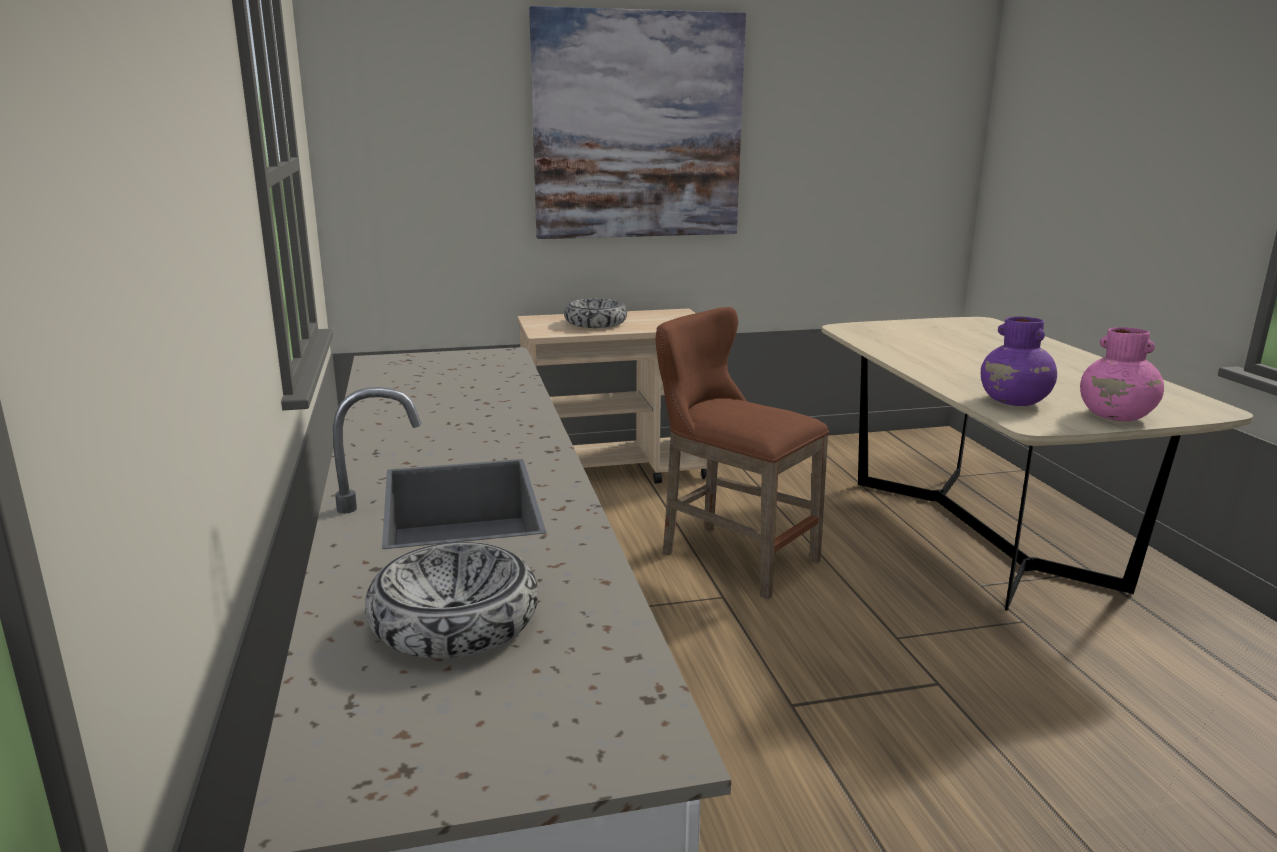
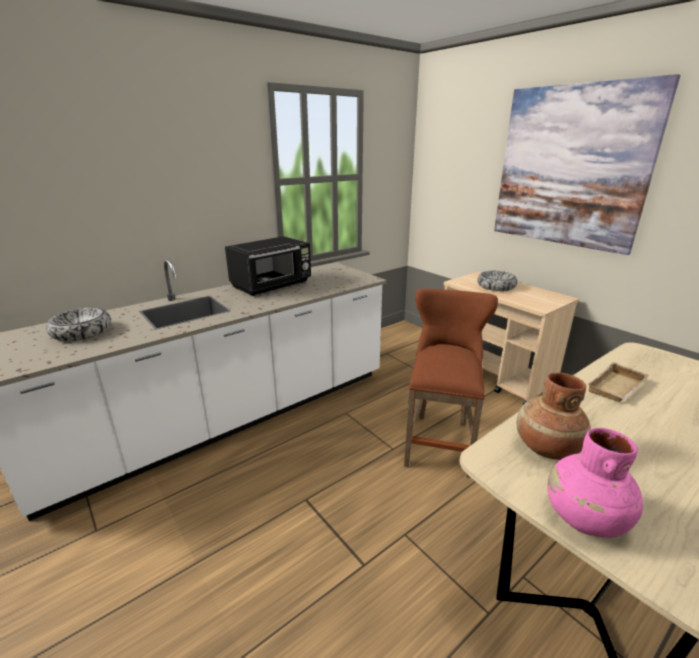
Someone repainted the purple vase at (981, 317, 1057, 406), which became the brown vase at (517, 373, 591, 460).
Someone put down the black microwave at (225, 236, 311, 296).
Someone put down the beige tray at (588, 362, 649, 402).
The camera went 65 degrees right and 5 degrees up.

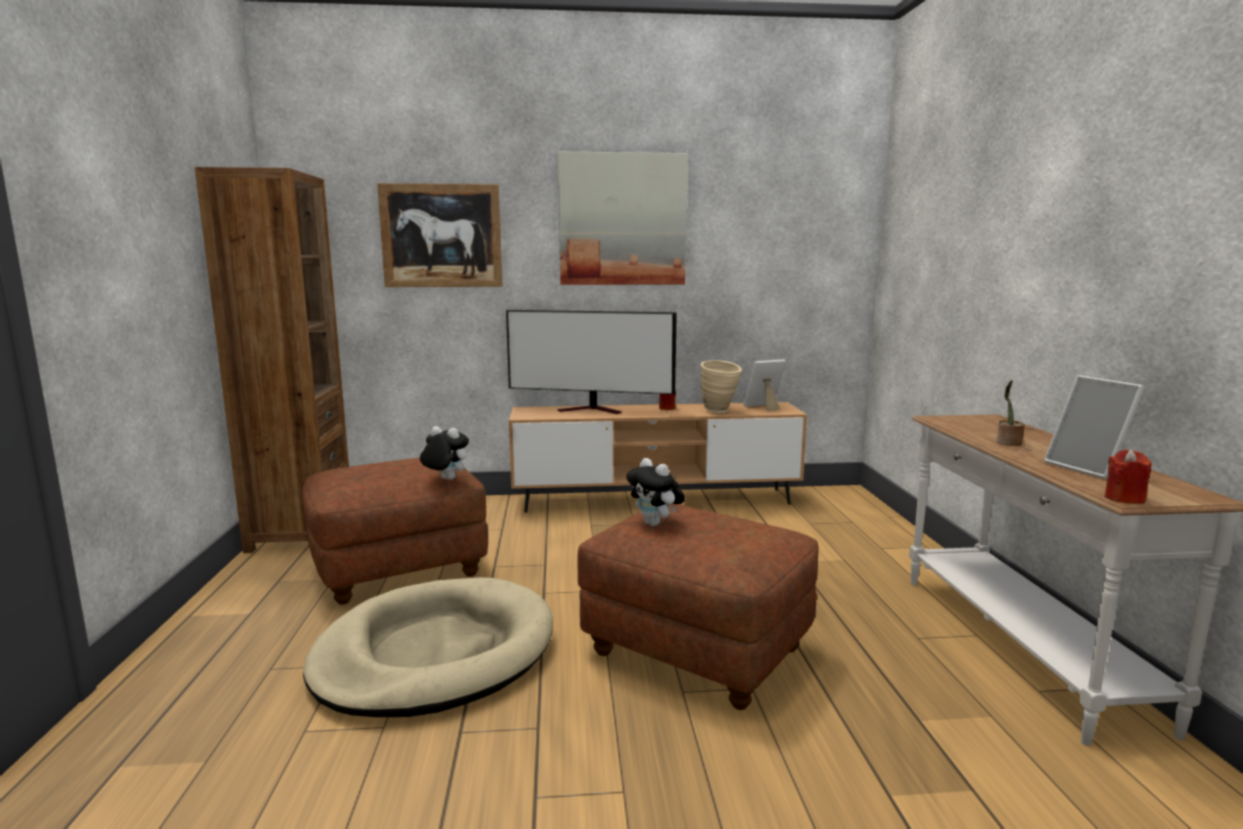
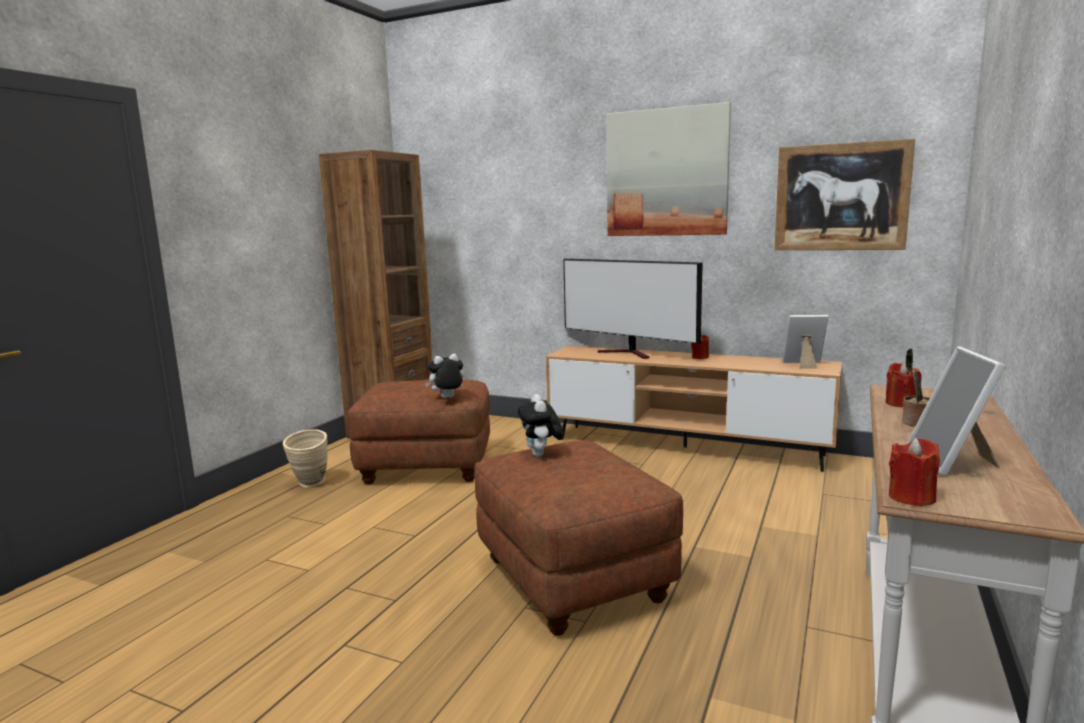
Someone took away the beige dog bed at (303, 577, 553, 717).
Someone carried the picture from (377, 183, 503, 287) to (774, 139, 915, 250).
Someone rotated the plush toy at (420, 426, 469, 480) by 75 degrees counterclockwise.
Someone carried the beige vase from (701, 360, 742, 413) to (283, 429, 328, 487).
Someone put down the red candle at (886, 362, 922, 407).
The camera went 30 degrees right and 0 degrees up.

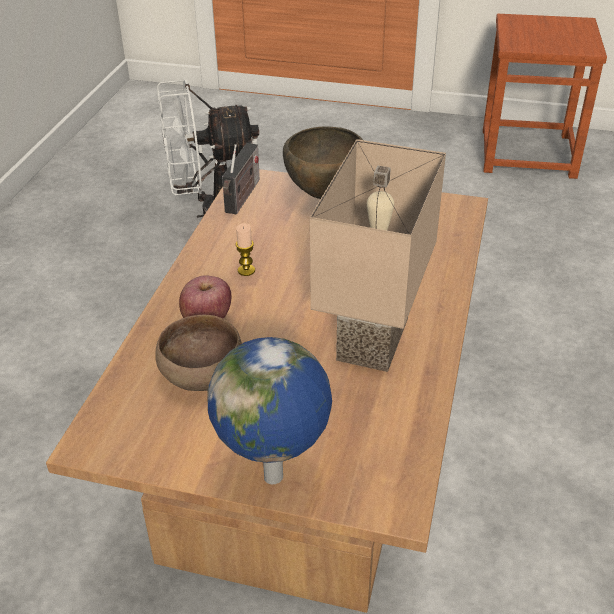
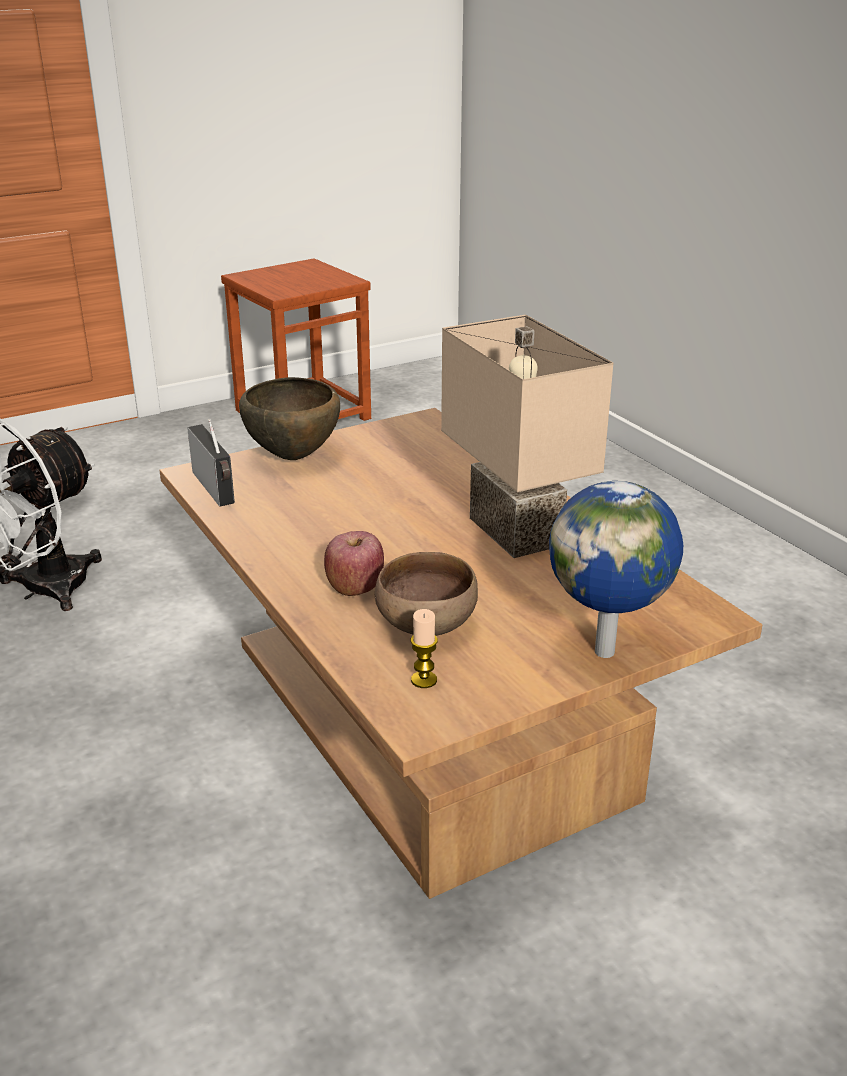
Someone carried the candle from (236, 223, 255, 276) to (411, 609, 438, 688).
The camera went 45 degrees left and 10 degrees down.

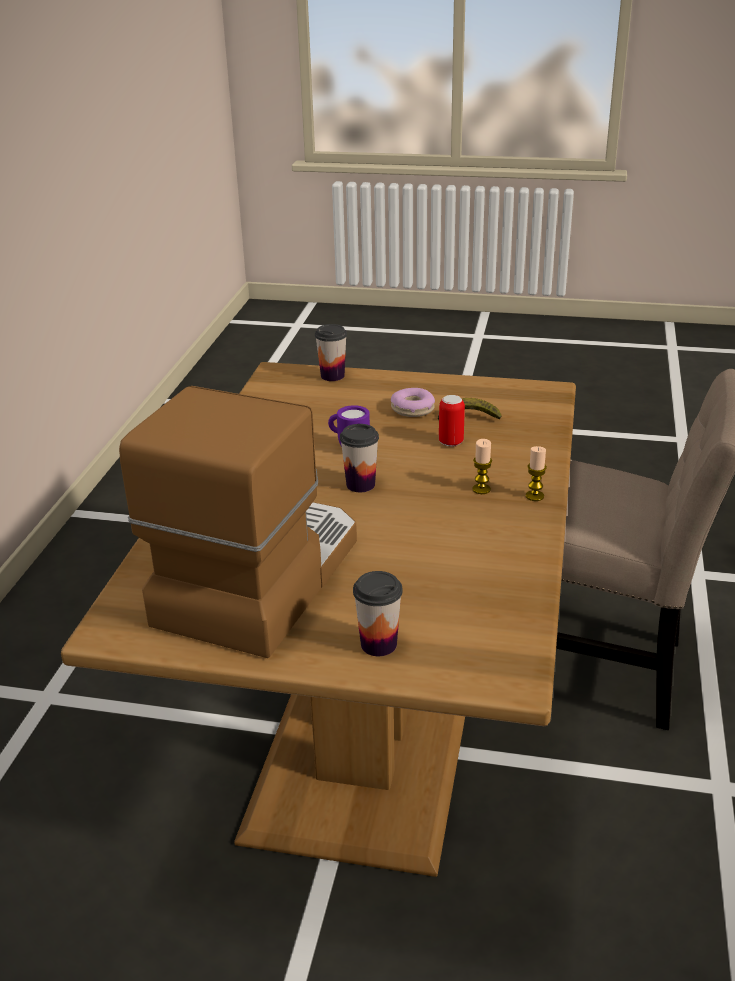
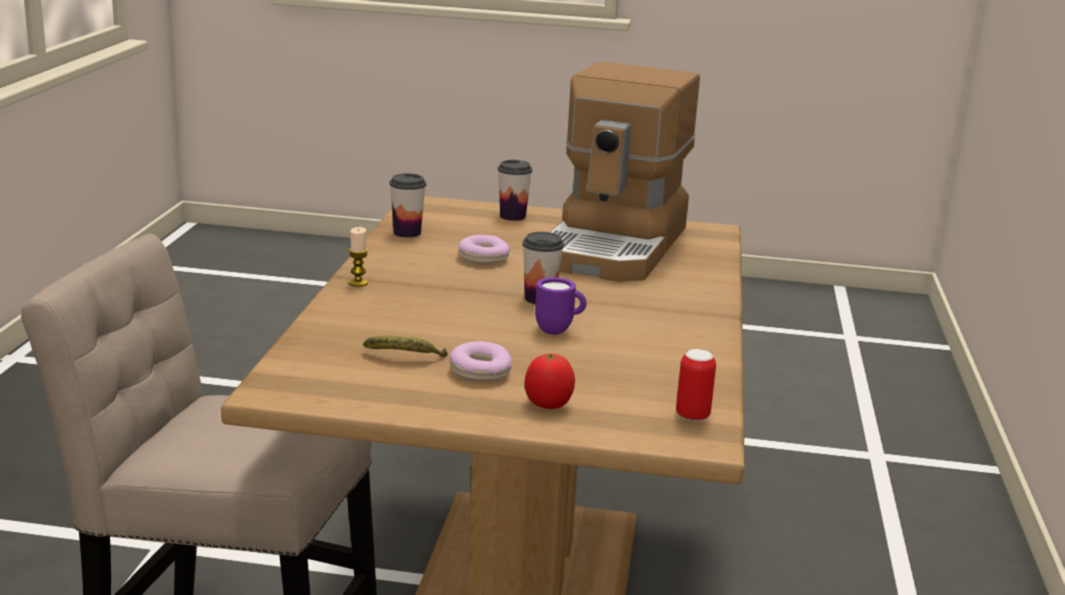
Someone carried the cup from (315, 324, 347, 381) to (389, 173, 426, 238).
Someone carried the can from (439, 395, 465, 447) to (676, 349, 716, 421).
Someone took away the candle at (472, 439, 492, 494).
Someone put down the donut at (459, 235, 510, 264).
Someone put down the tomato at (524, 354, 575, 409).
The camera went 175 degrees right and 10 degrees down.

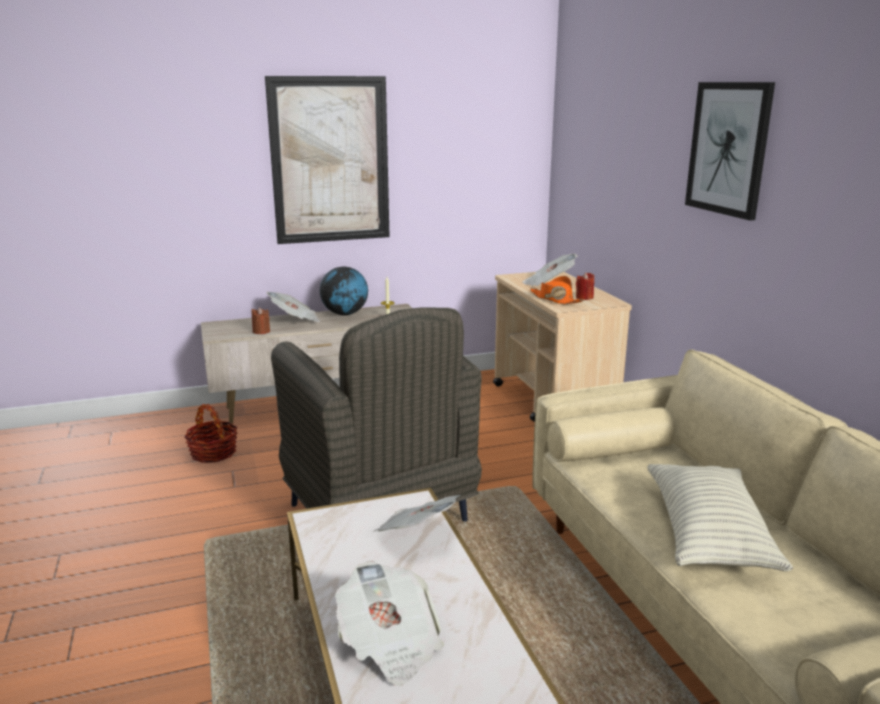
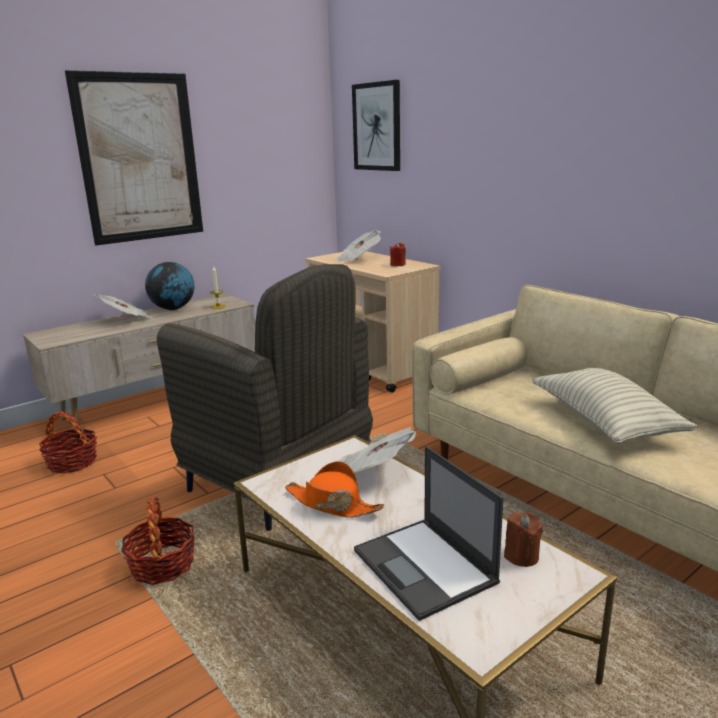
Someone carried the brown candle from (251, 308, 270, 334) to (504, 512, 543, 567).
Someone swapped the newspaper at (335, 561, 444, 686) for the laptop at (354, 446, 504, 621).
Someone carried the orange hat from (530, 276, 585, 305) to (285, 461, 384, 518).
Someone carried the picture from (685, 82, 775, 220) to (352, 80, 400, 171).
Someone put down the basket at (121, 497, 195, 585).
The camera went 20 degrees left and 0 degrees up.

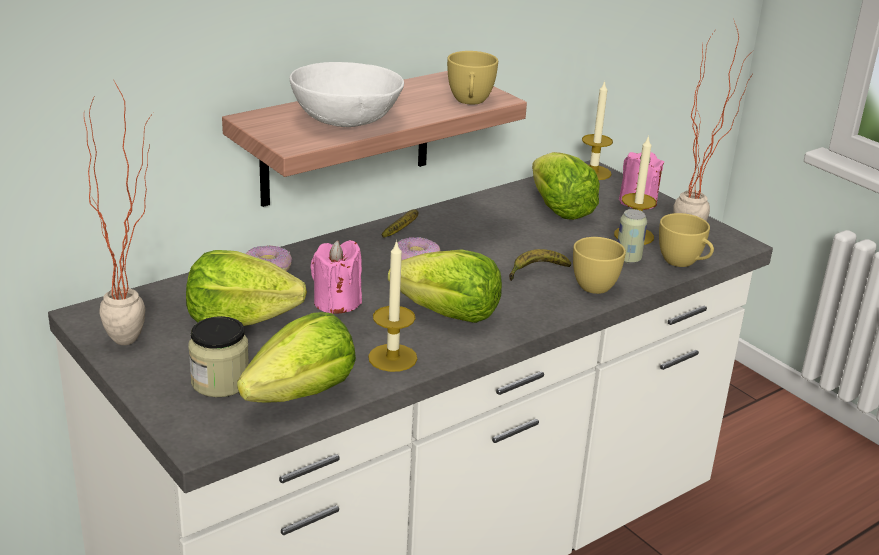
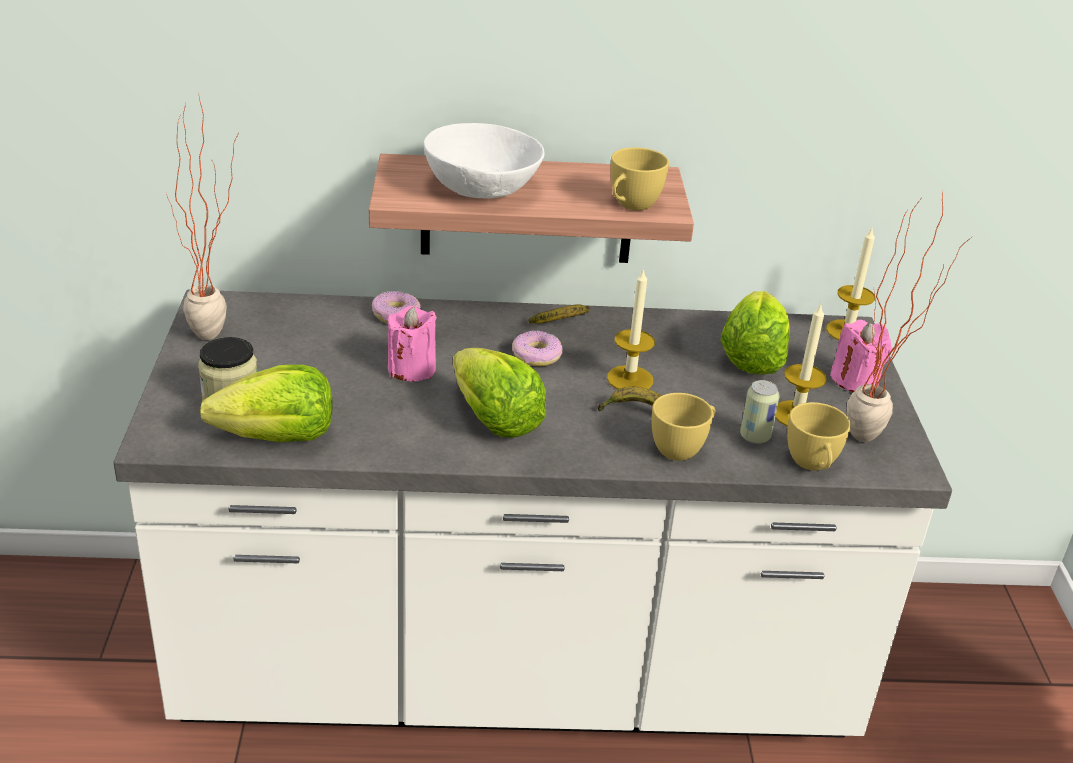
Someone took away the lettuce at (186, 250, 307, 326).
Someone carried the candle from (368, 240, 417, 372) to (607, 268, 655, 389).
The camera went 35 degrees right and 5 degrees up.

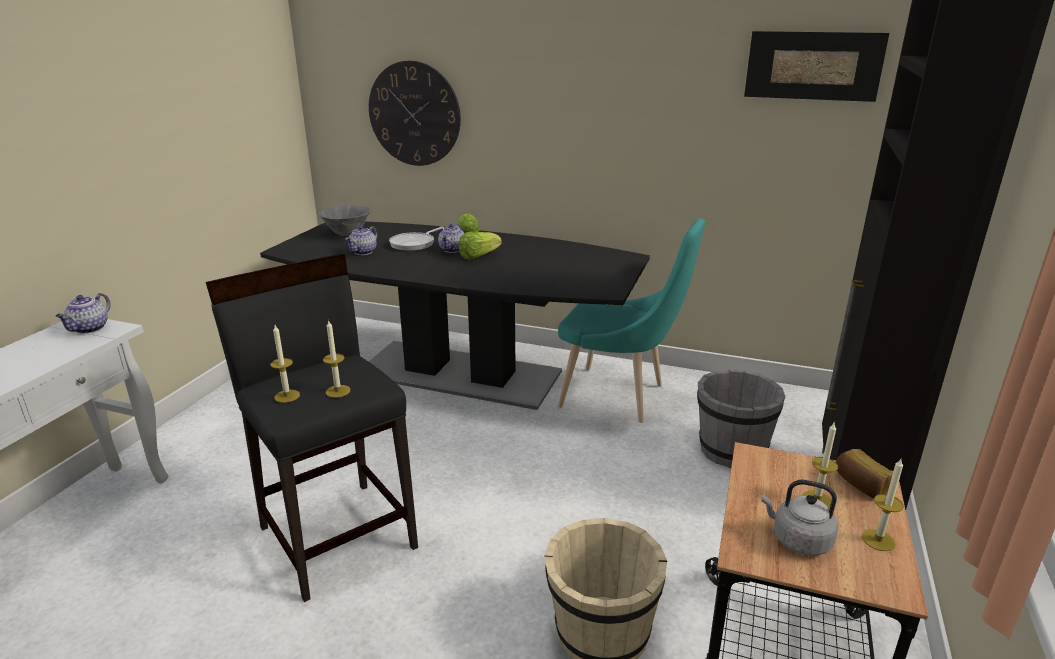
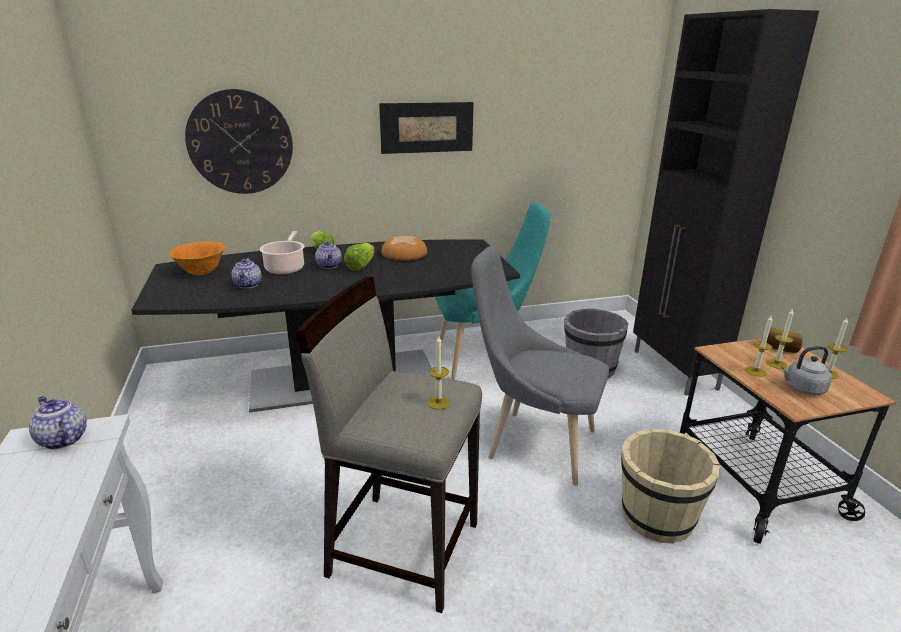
Someone rotated the teapot at (56, 293, 111, 333) by 150 degrees clockwise.
Someone repainted the black stool at (206, 254, 418, 602), which became the beige stool at (295, 277, 482, 613).
Someone carried the candle from (271, 325, 300, 403) to (745, 316, 772, 377).
Someone repainted the grey bowl at (319, 205, 371, 236), which became the orange bowl at (169, 241, 225, 275).
Someone swapped the frying pan at (389, 227, 444, 251) for the cooking pot at (260, 231, 305, 274).
Someone carried the picture from (744, 31, 889, 102) to (379, 102, 473, 154).
Someone put down the bread at (381, 235, 427, 261).
Someone put down the grey chair at (471, 246, 609, 486).
The camera went 35 degrees left and 0 degrees up.

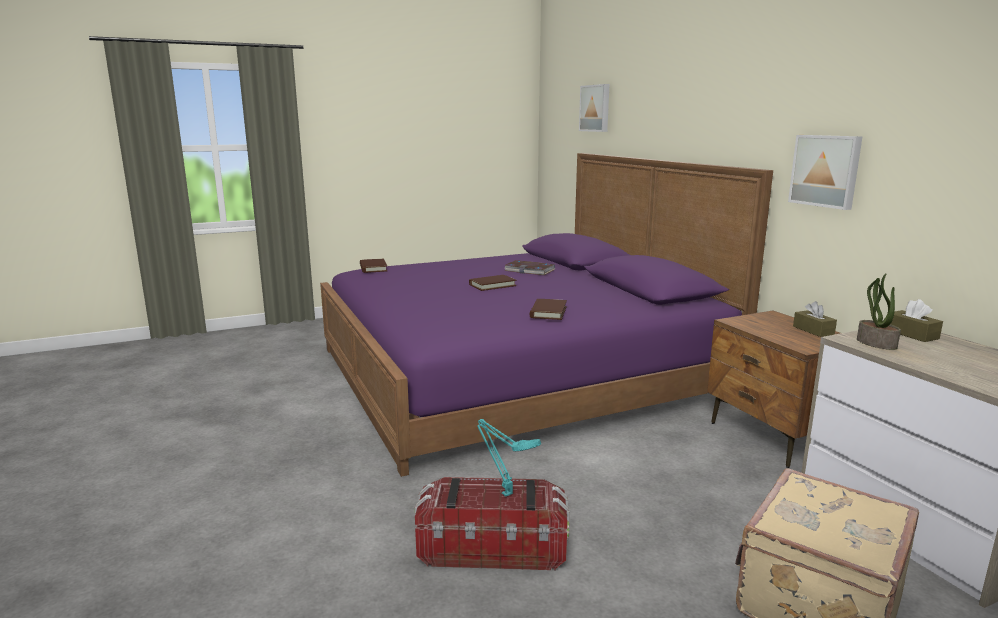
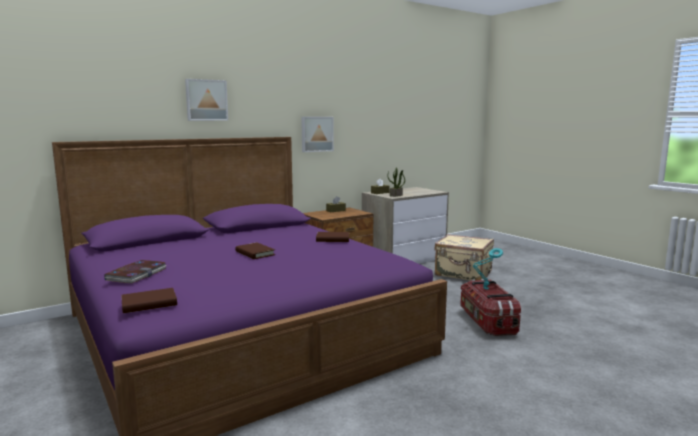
Someone carried the book from (505, 260, 555, 275) to (104, 260, 167, 284).
Someone carried the picture from (579, 84, 609, 132) to (185, 79, 228, 121).
The camera went 100 degrees left and 5 degrees down.

